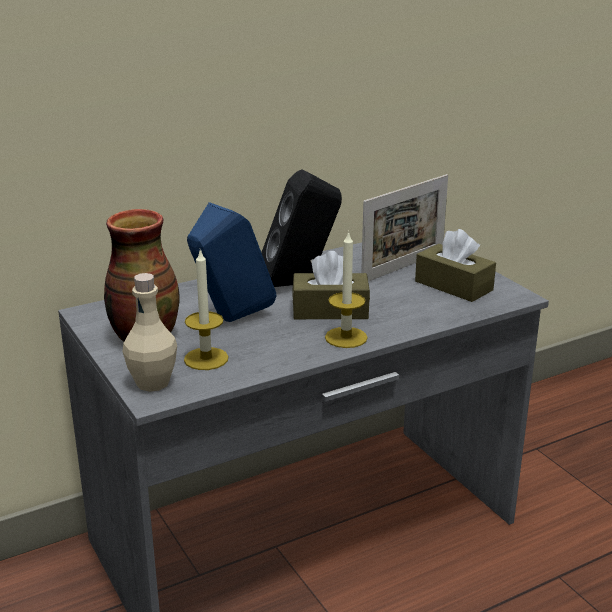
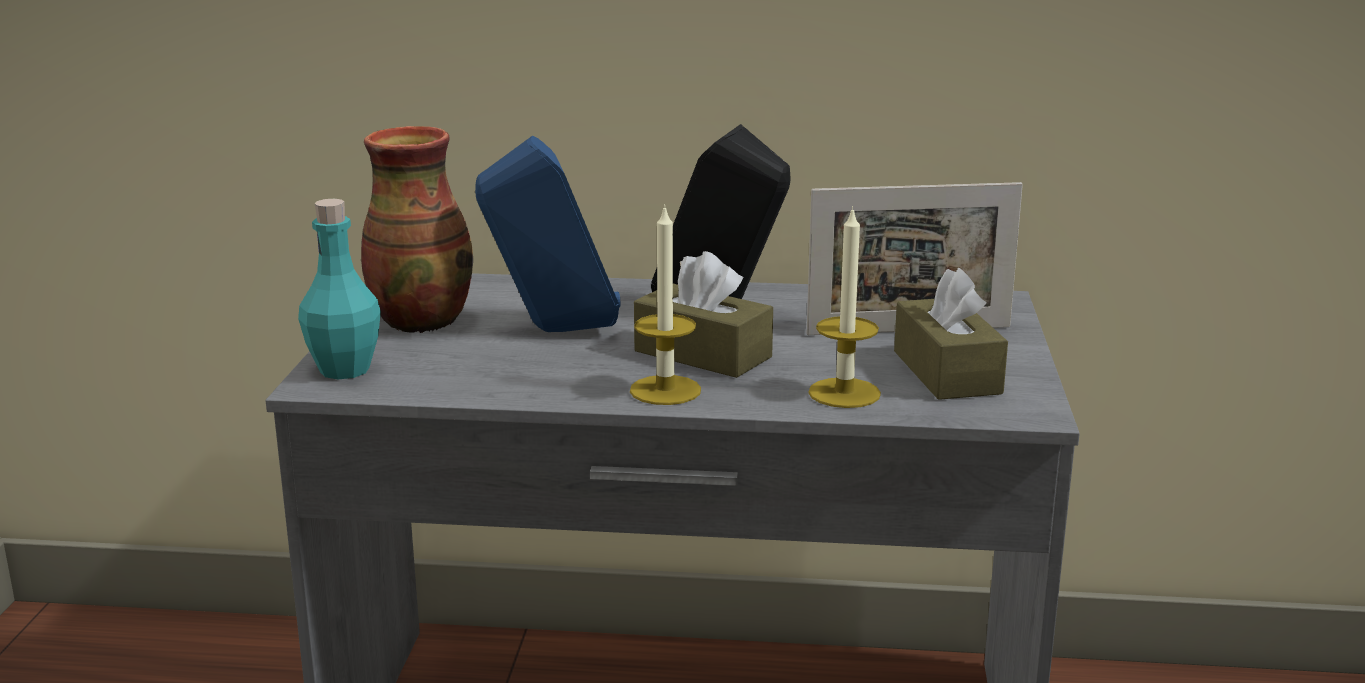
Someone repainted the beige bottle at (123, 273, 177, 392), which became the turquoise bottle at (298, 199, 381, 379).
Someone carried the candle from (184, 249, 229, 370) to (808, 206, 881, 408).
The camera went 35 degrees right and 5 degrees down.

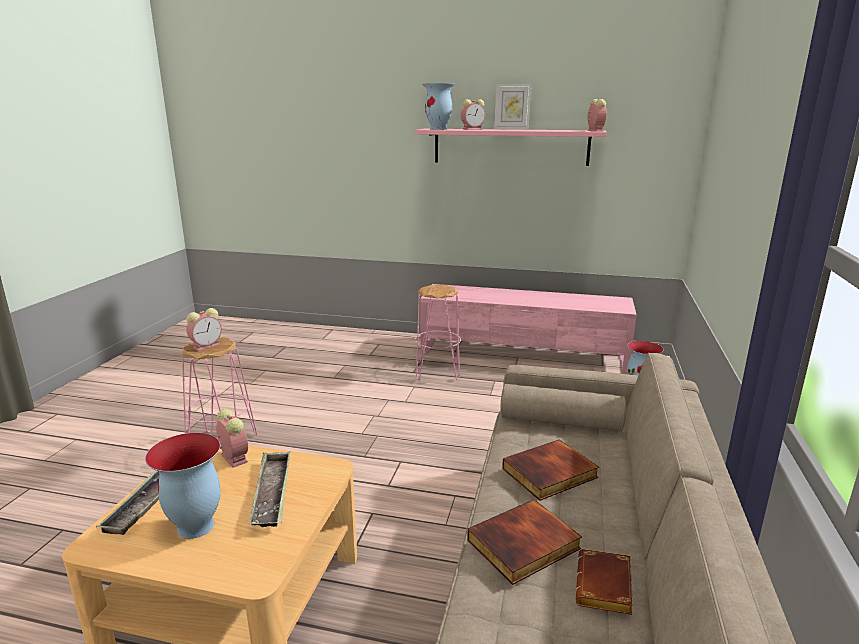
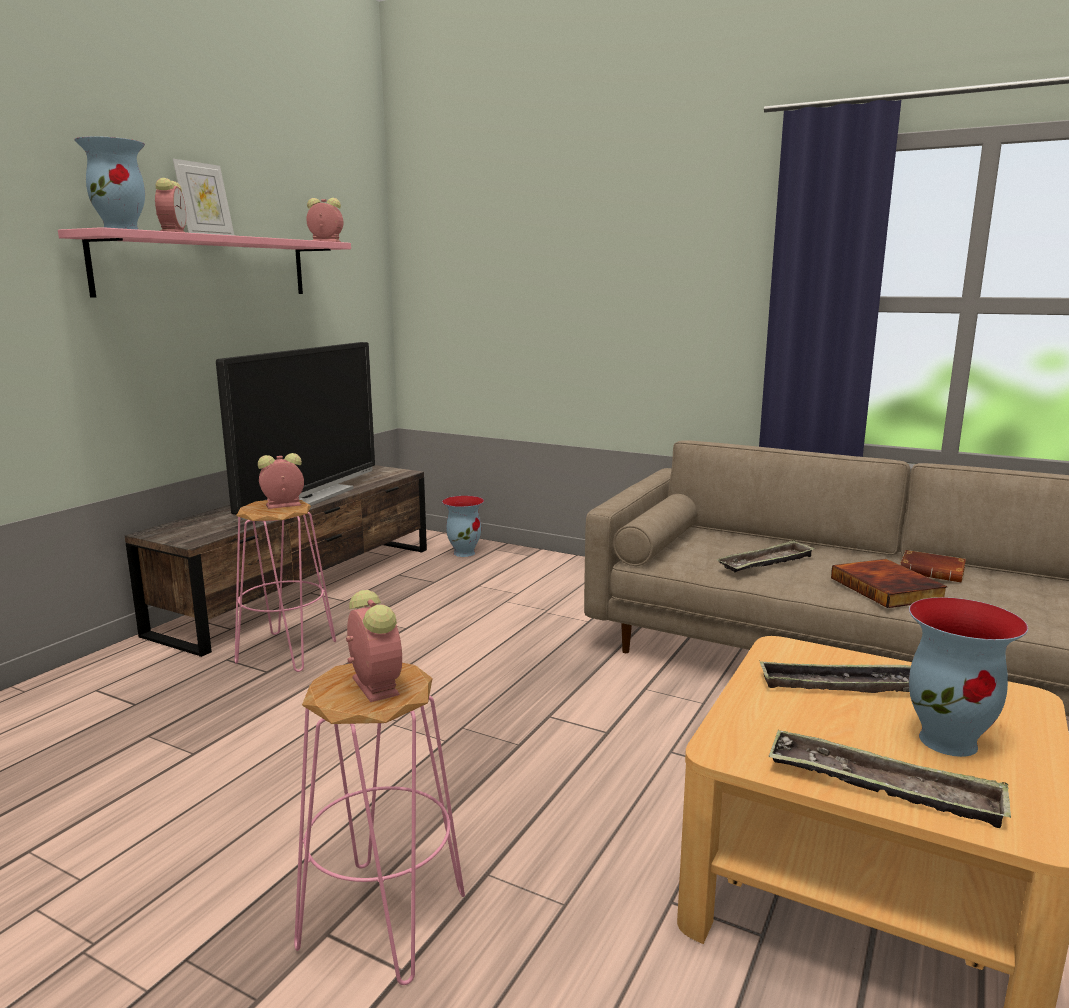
Someone carried the alarm clock from (216, 409, 248, 468) to (258, 453, 304, 509).
Someone repainted the pink tv stand at (420, 284, 637, 374), which became the brown tv stand at (125, 465, 427, 657).
Someone swapped the book at (502, 439, 599, 501) for the tray at (716, 540, 815, 572).
Someone put down the television at (216, 342, 375, 520).
The camera went 75 degrees left and 5 degrees down.

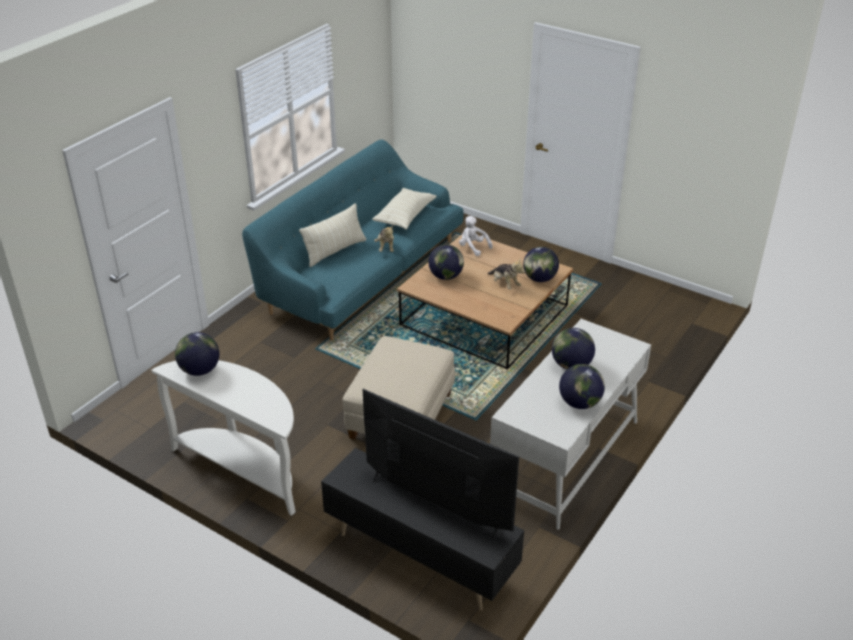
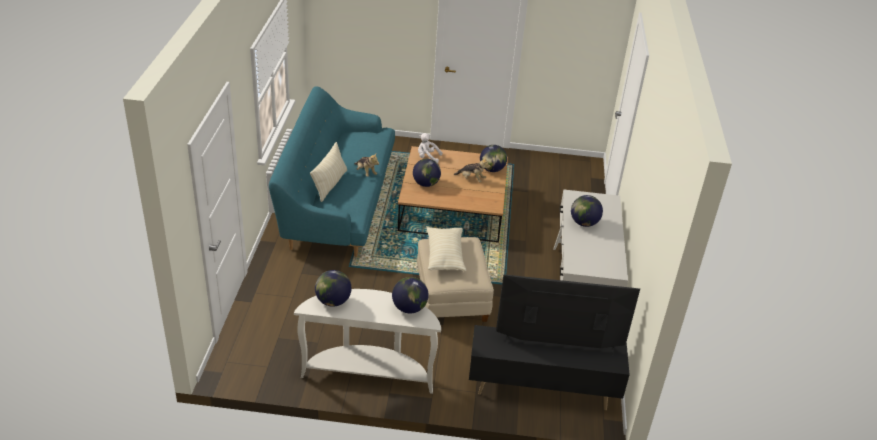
Someone carried the beige pillow from (372, 188, 436, 229) to (427, 227, 466, 271).
Someone carried the globe from (559, 364, 605, 409) to (392, 277, 429, 314).
The camera went 30 degrees left and 0 degrees up.

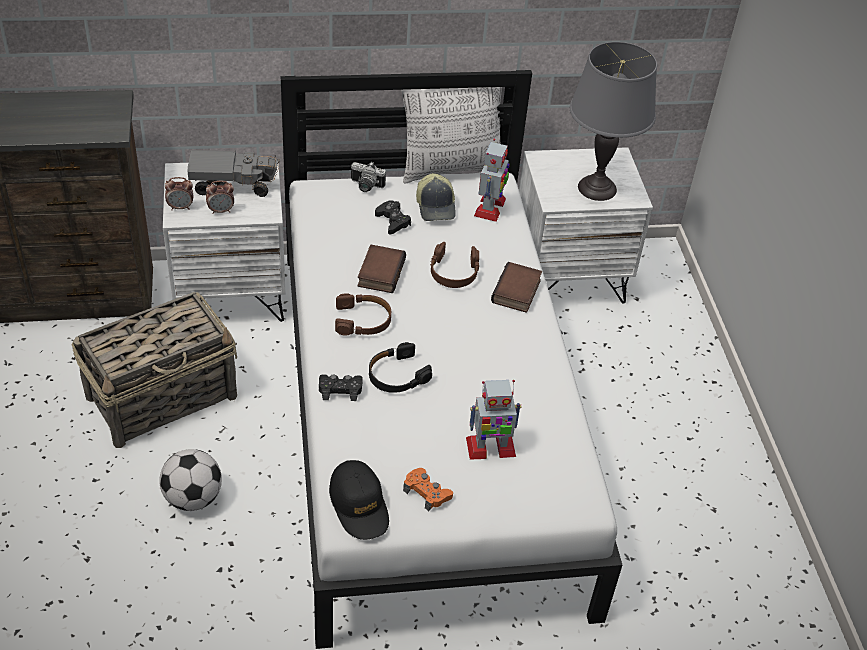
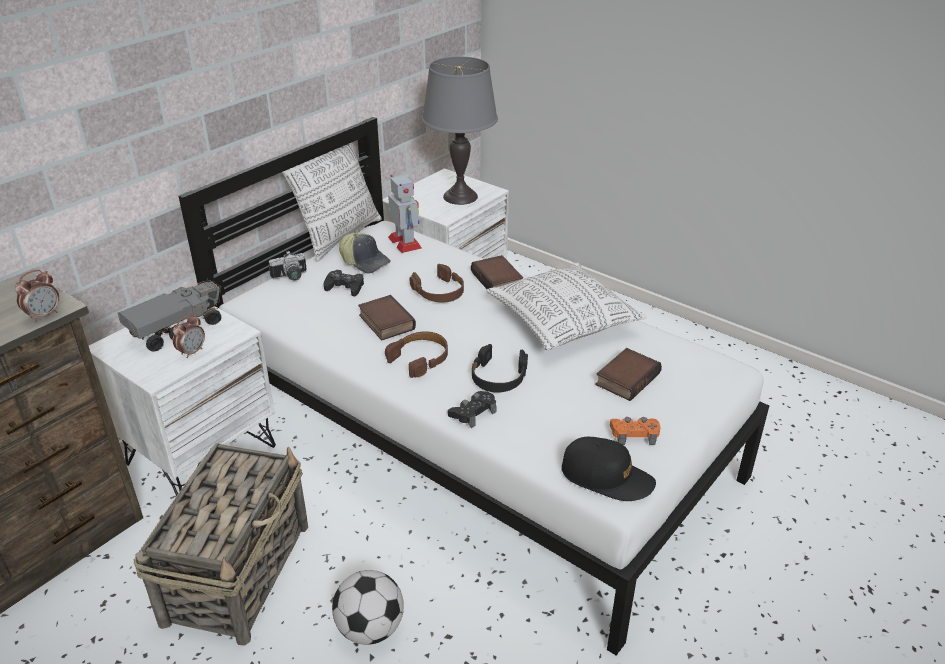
Someone carried the alarm clock from (165, 177, 193, 210) to (15, 270, 59, 322).
Someone swapped the toy robot at (466, 380, 521, 460) for the book at (595, 348, 662, 401).
Someone put down the pillow at (486, 263, 647, 350).
The camera went 40 degrees left and 10 degrees down.

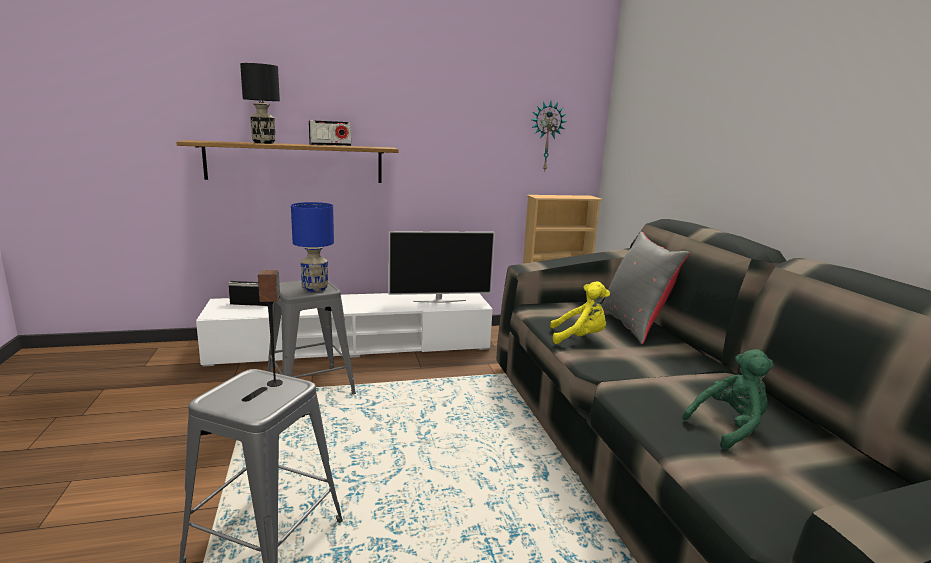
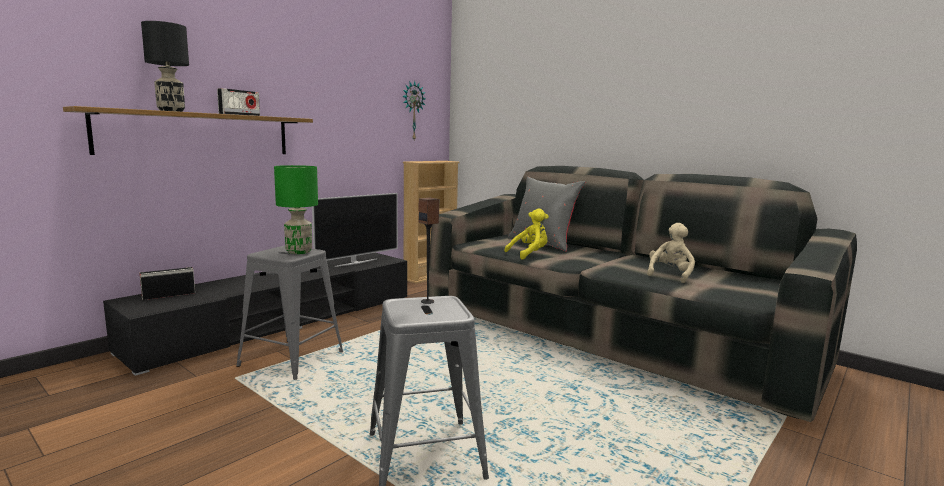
Someone repainted the white tv stand at (196, 293, 493, 367), which became the black tv stand at (103, 253, 407, 376).
Someone repainted the blue table lamp at (291, 202, 334, 292), which became the green table lamp at (274, 165, 318, 254).
Someone repainted the green plush toy at (682, 349, 774, 450), which became the beige plush toy at (647, 223, 695, 283).
The camera went 35 degrees left and 5 degrees down.

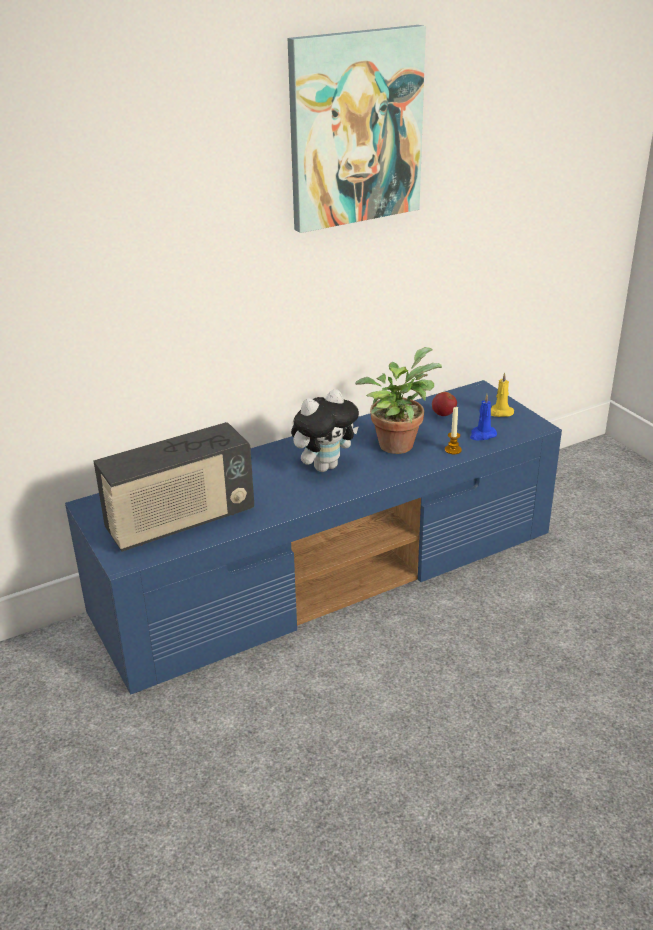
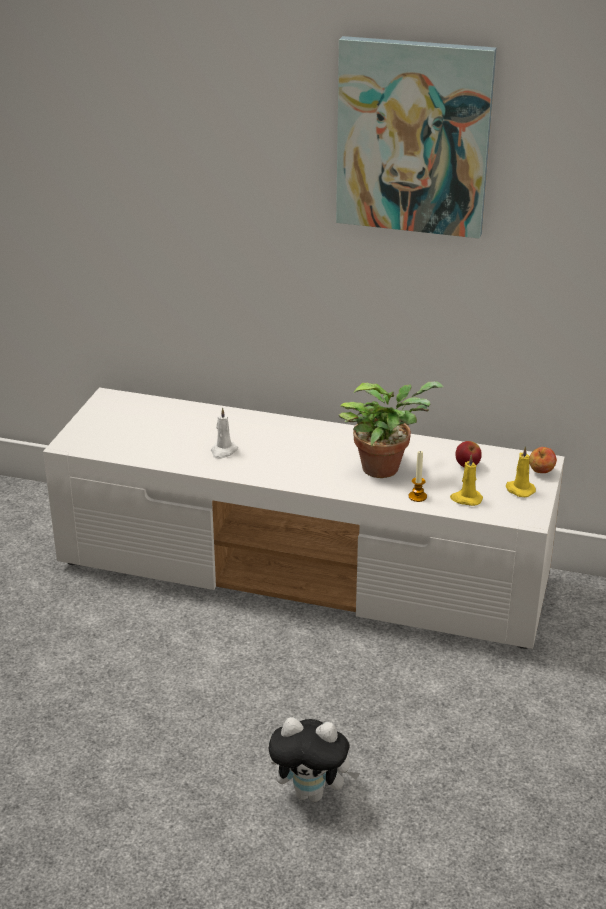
Someone repainted the blue tv stand at (65, 380, 562, 695), which became the white tv stand at (43, 388, 565, 649).
Someone took away the radio at (93, 422, 254, 552).
Someone carried the plush toy from (291, 389, 359, 472) to (269, 717, 360, 802).
Someone repainted the blue candle at (470, 394, 497, 440), which became the yellow candle at (450, 455, 483, 506).
Someone put down the white candle at (211, 407, 238, 459).
Someone put down the apple at (529, 447, 557, 473).
The camera went 45 degrees right and 0 degrees up.

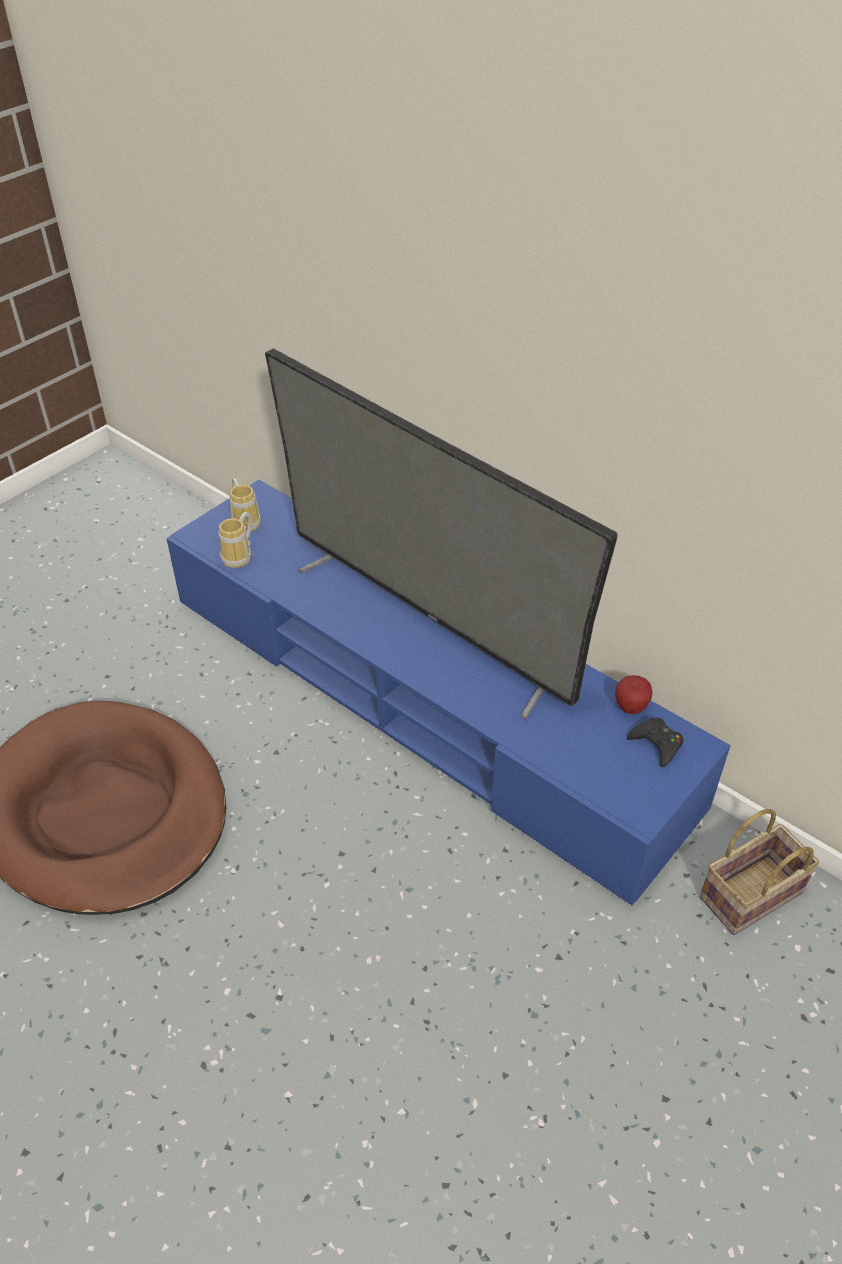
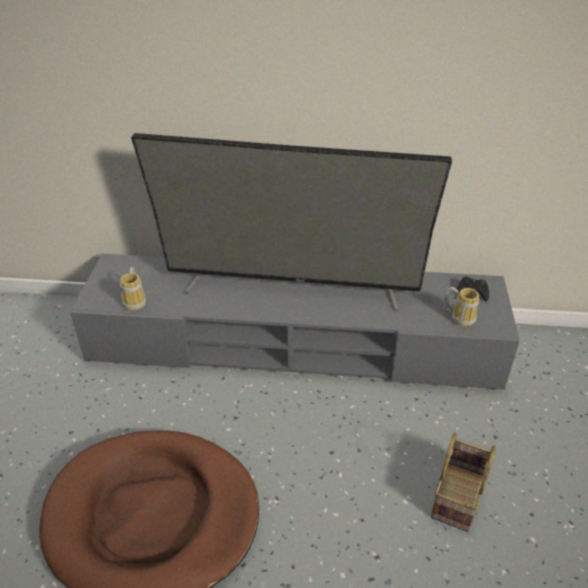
Someone repainted the blue tv stand at (166, 480, 731, 905), which became the grey tv stand at (70, 254, 520, 390).
Someone carried the mug from (229, 478, 261, 532) to (444, 287, 479, 326).
Someone took away the apple at (615, 675, 653, 714).
Someone carried the basket from (700, 809, 819, 935) to (431, 432, 496, 532).
The camera went 35 degrees left and 5 degrees down.

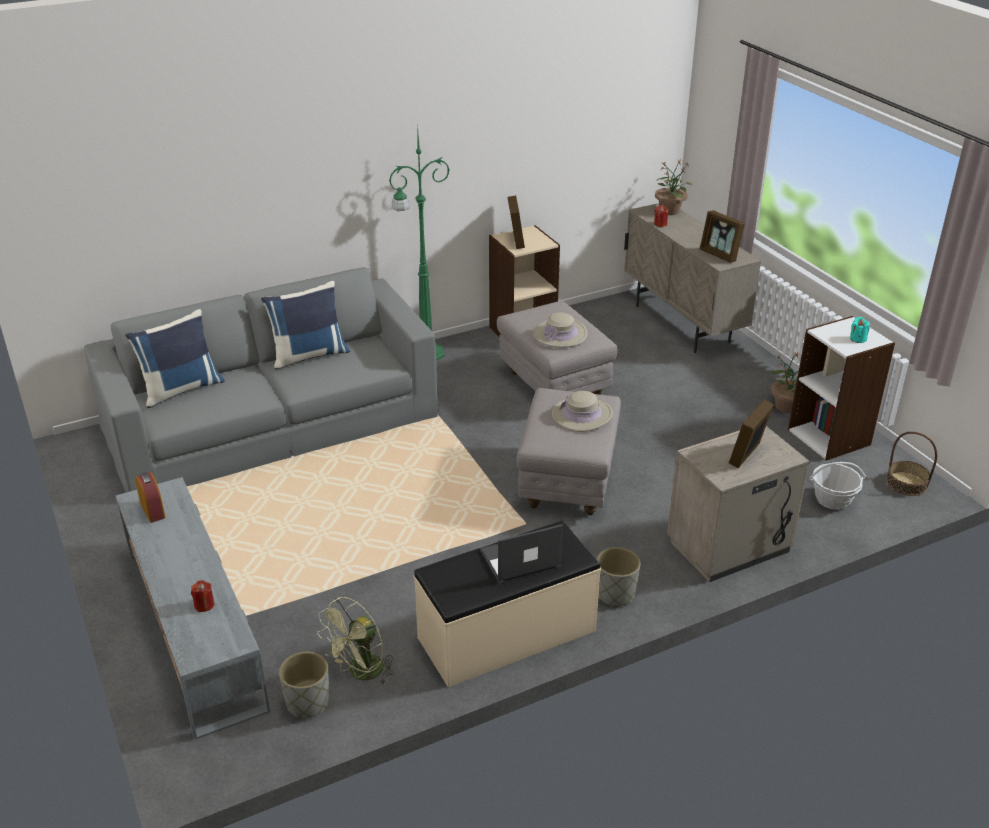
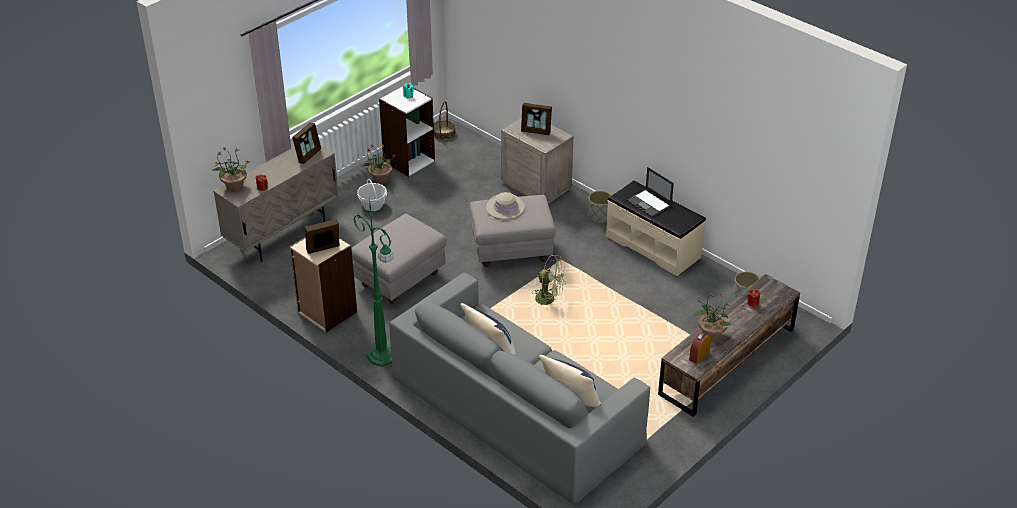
Someone repainted the grey tv stand at (116, 477, 270, 740), which became the brown tv stand at (658, 274, 800, 417).
Someone carried the green fan from (317, 597, 394, 685) to (532, 255, 567, 311).
Someone took away the beige hat at (533, 312, 587, 348).
Someone carried the basket from (810, 462, 866, 510) to (357, 178, 387, 211).
Someone put down the potted plant at (693, 293, 731, 341).
The camera went 110 degrees left and 5 degrees up.

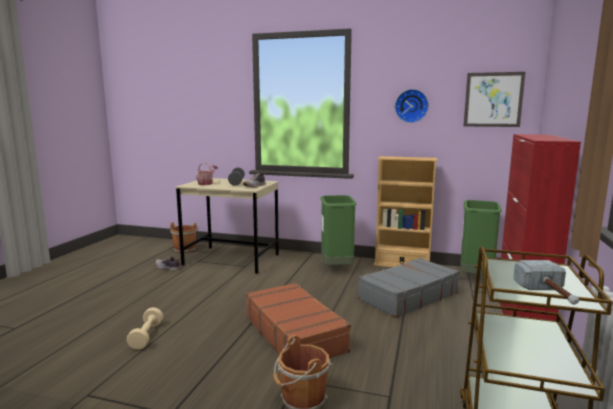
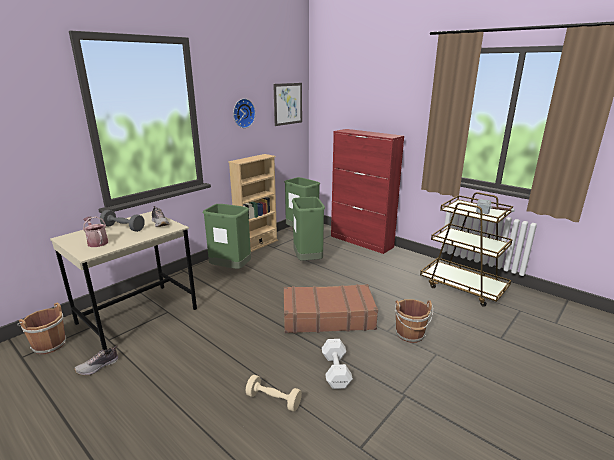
Someone swapped the grey suitcase at (358, 258, 460, 318) for the green trash can at (292, 197, 325, 261).
Someone put down the white dumbbell at (322, 339, 353, 389).
The camera went 65 degrees left and 10 degrees up.

